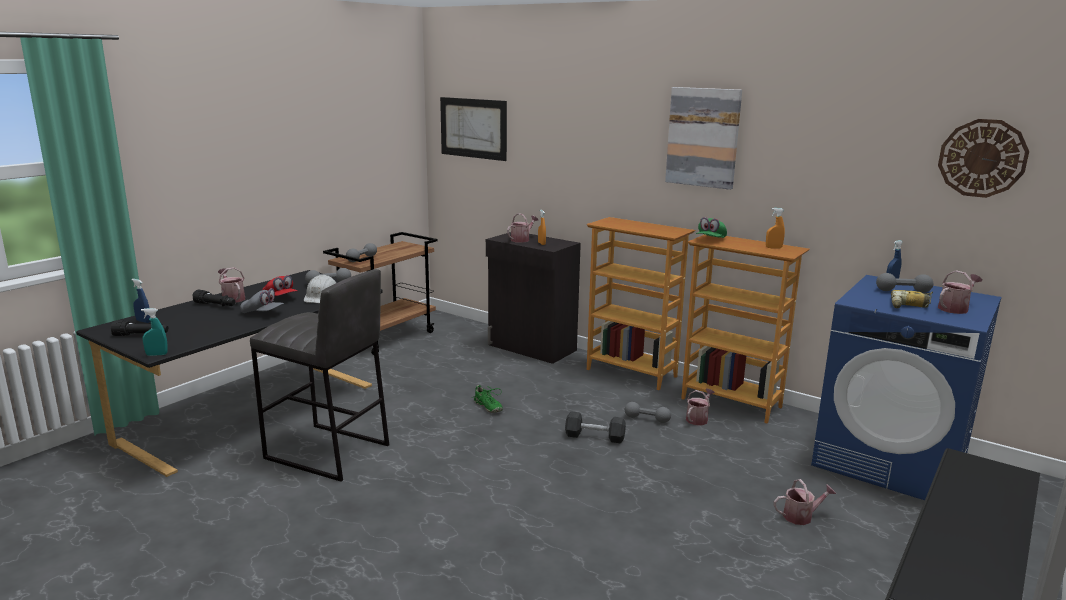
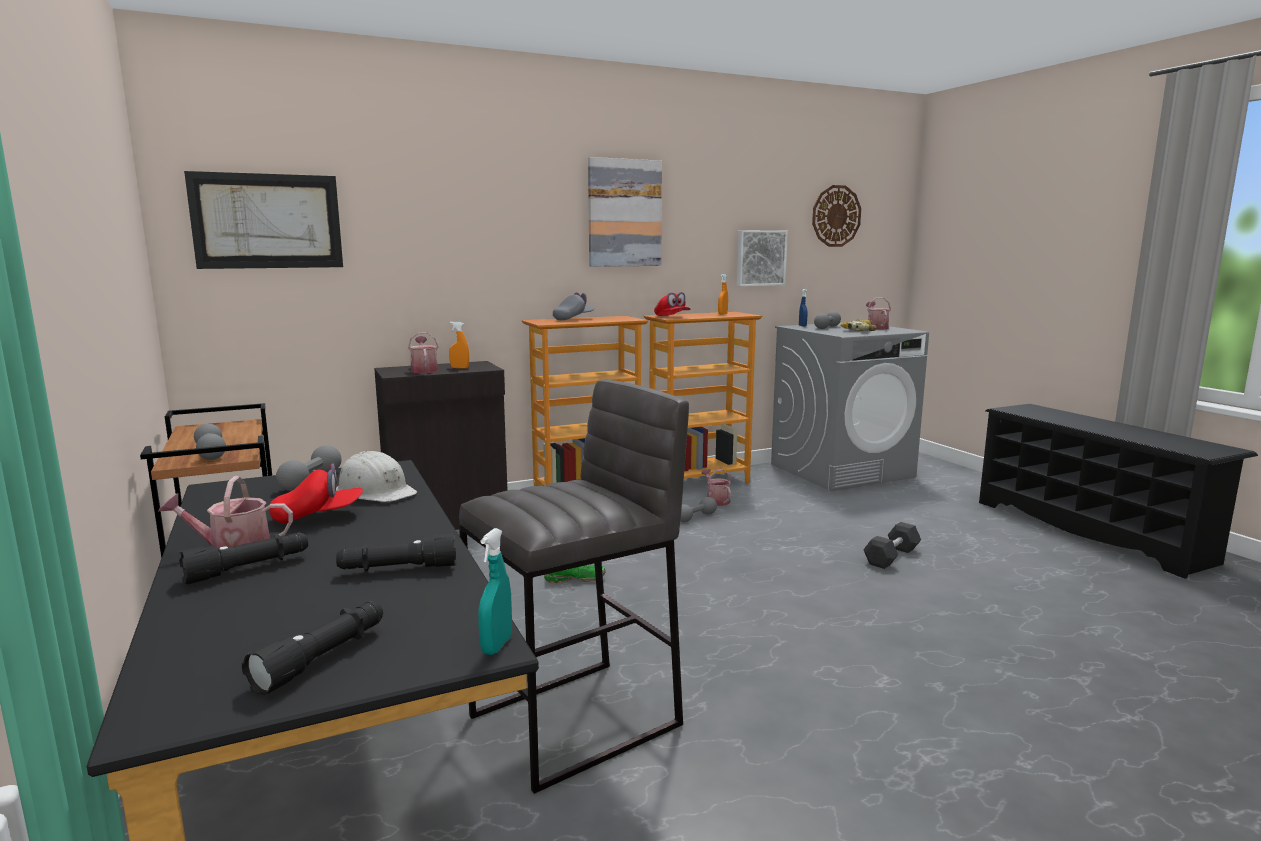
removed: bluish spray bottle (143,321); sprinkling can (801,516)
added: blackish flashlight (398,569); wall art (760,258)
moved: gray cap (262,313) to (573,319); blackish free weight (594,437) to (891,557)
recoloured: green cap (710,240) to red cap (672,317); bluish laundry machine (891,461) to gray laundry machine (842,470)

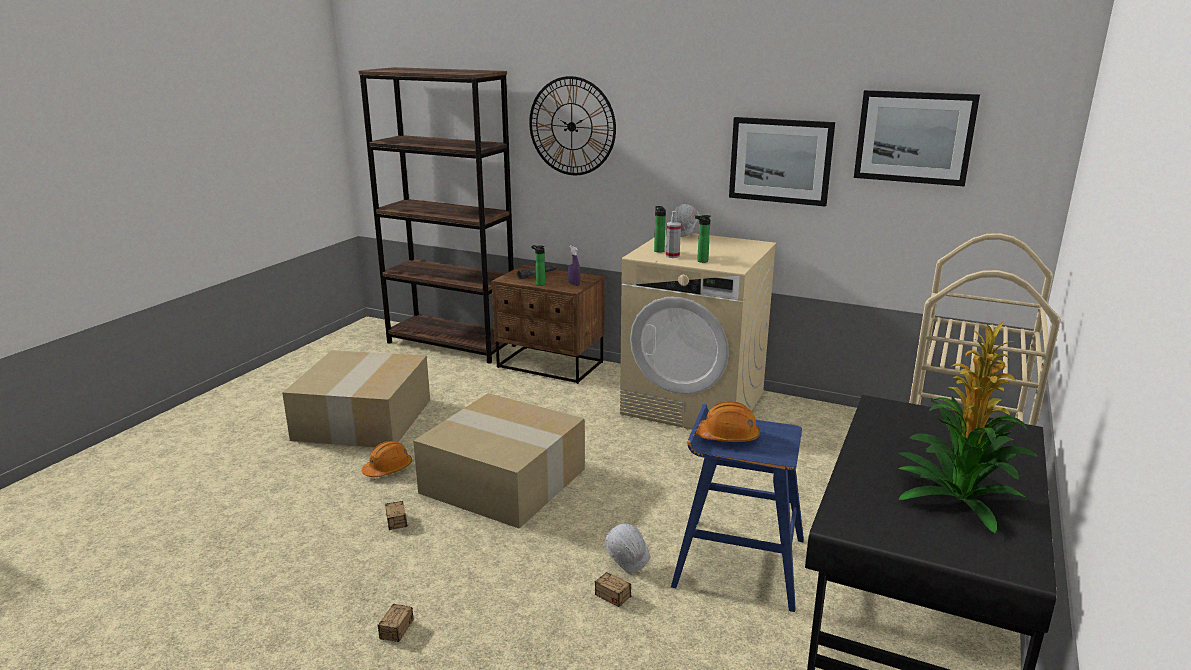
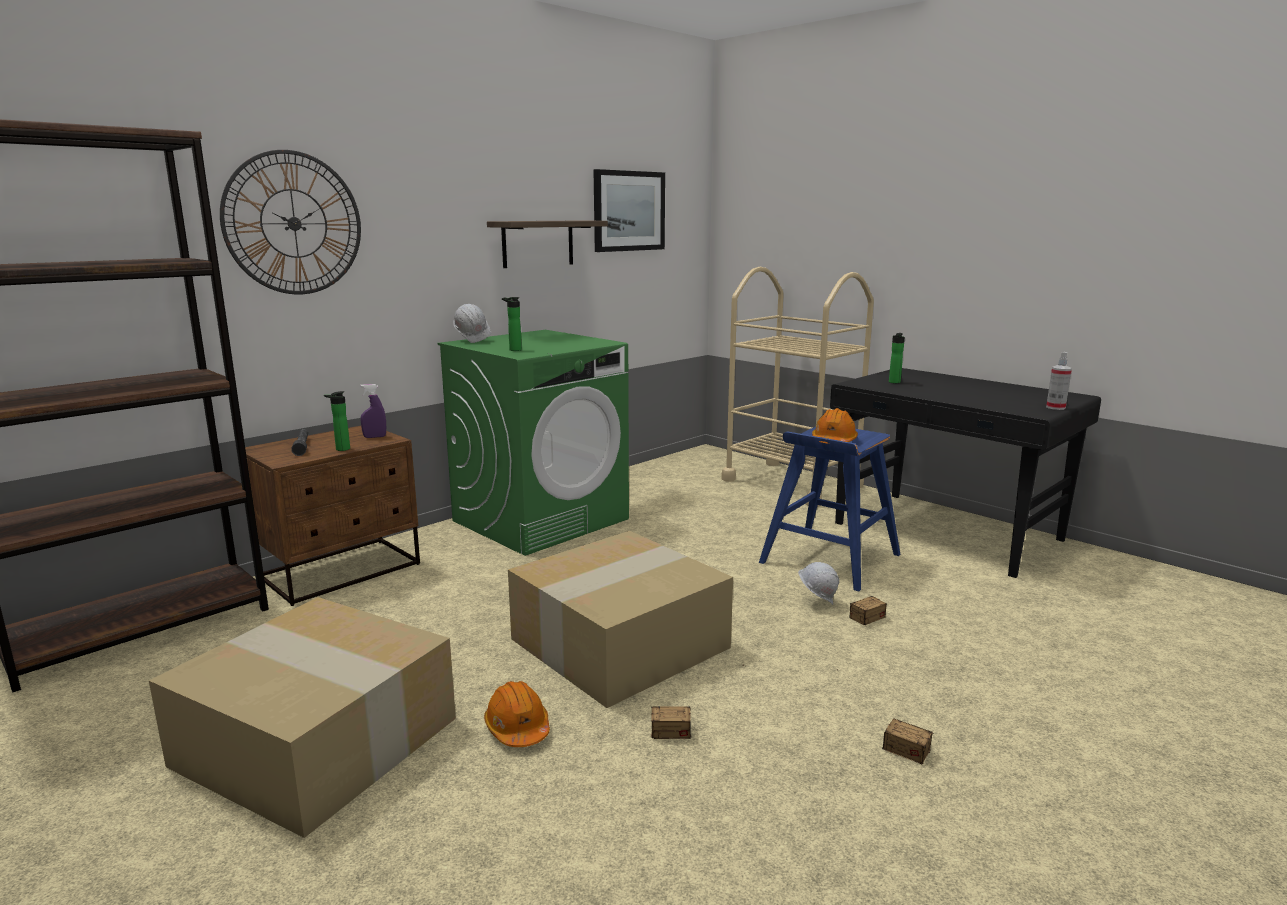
removed: potted plant (958,496)
moved: drink bottle (700,261) to (894,382); spray bottle (672,256) to (1055,407)
replaced: wall art (780,160) to shelf (538,243)
recoloured: beige laundry machine (694,403) to green laundry machine (541,519)

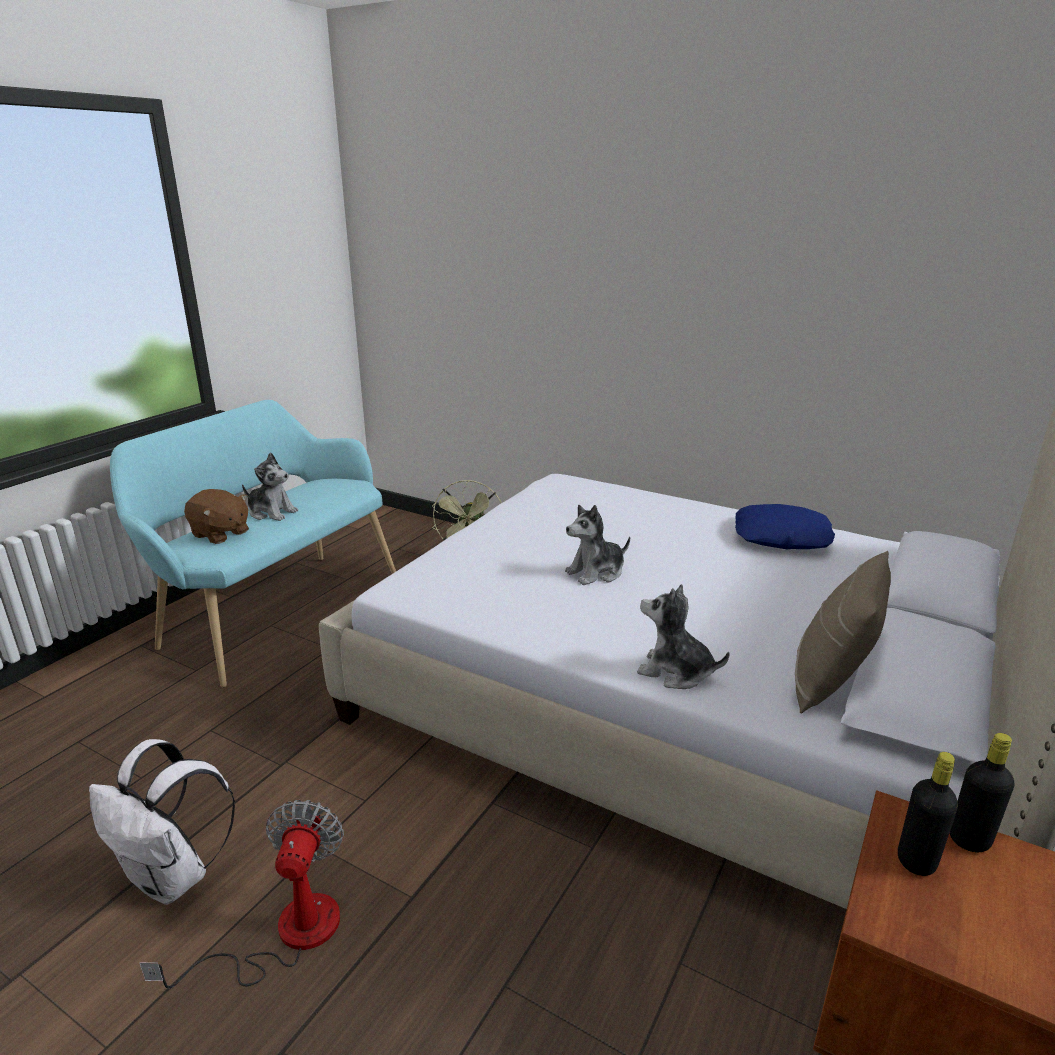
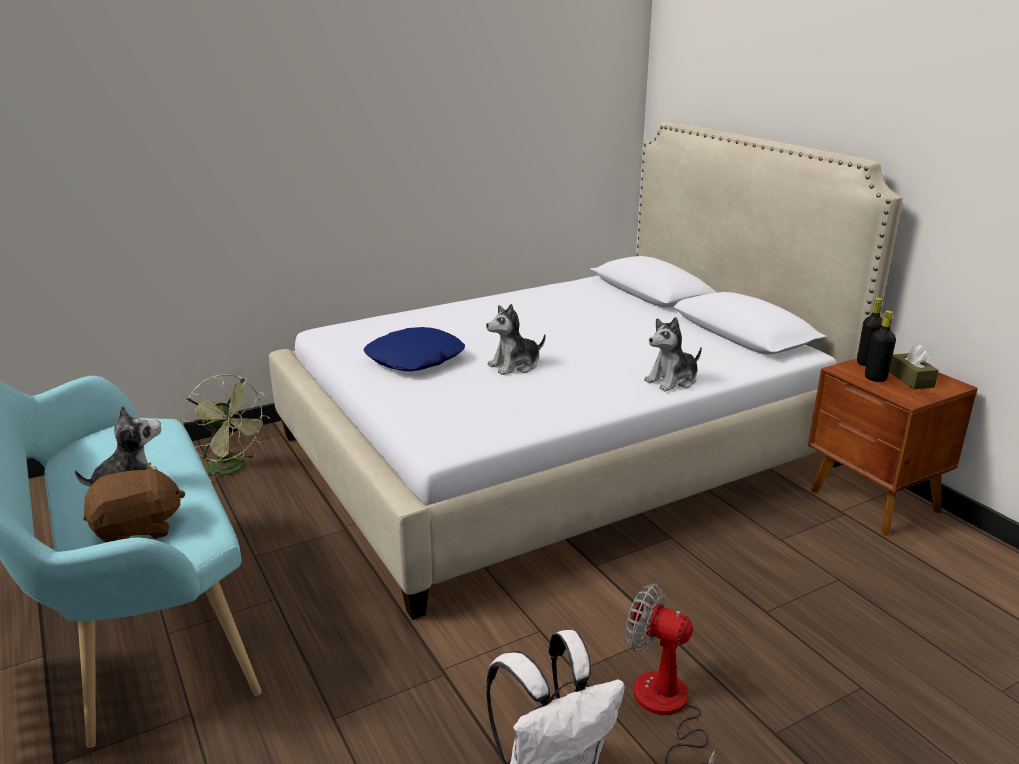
removed: beige throw pillow (830,680)
added: brown-coloured tissue holder (910,379)
moved: bluish throw pillow (781,537) to (415,359)
turned: soft toy (596,572) = (515,365) 60 degrees clockwise

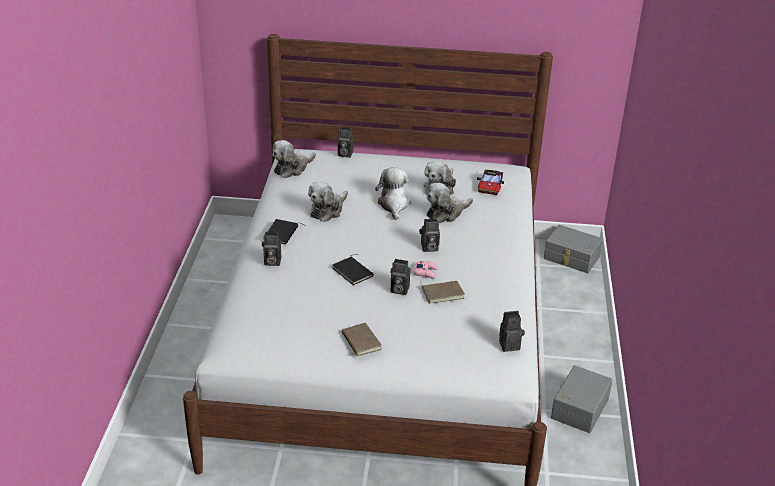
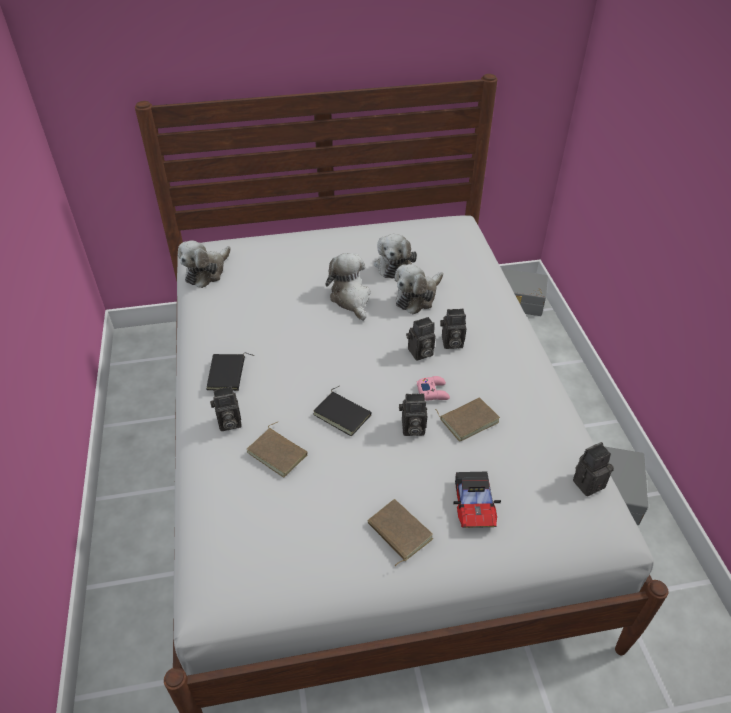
removed: soft toy (328,210)
added: brown-coloured book (278,453)
moved: still camera (344,154) to (451,343); model car (490,186) to (474,504)

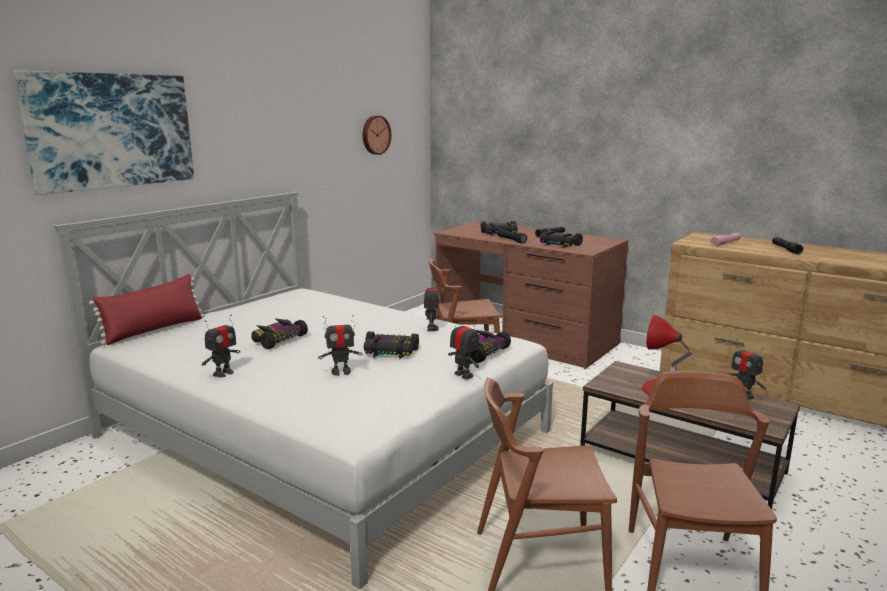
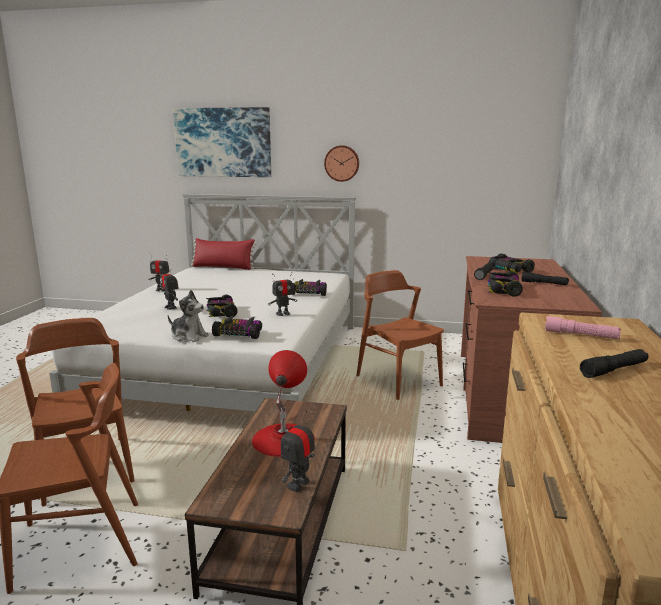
moved: model car (278,340) to (309,293); clock on the wall (375,135) to (342,163)
replaced: robot figure (463,375) to soft toy (188,336)

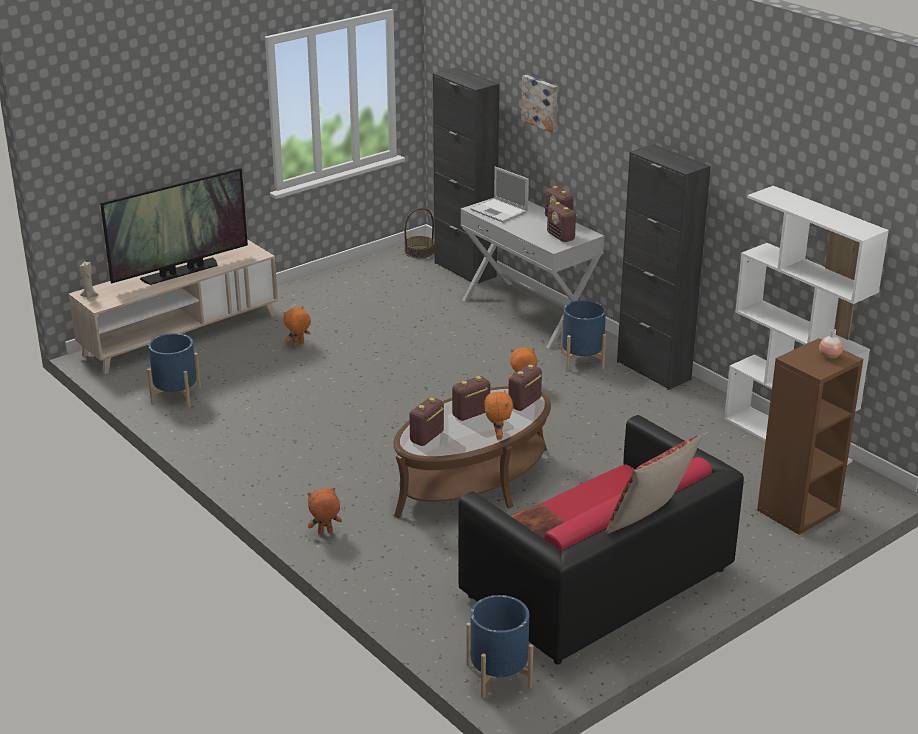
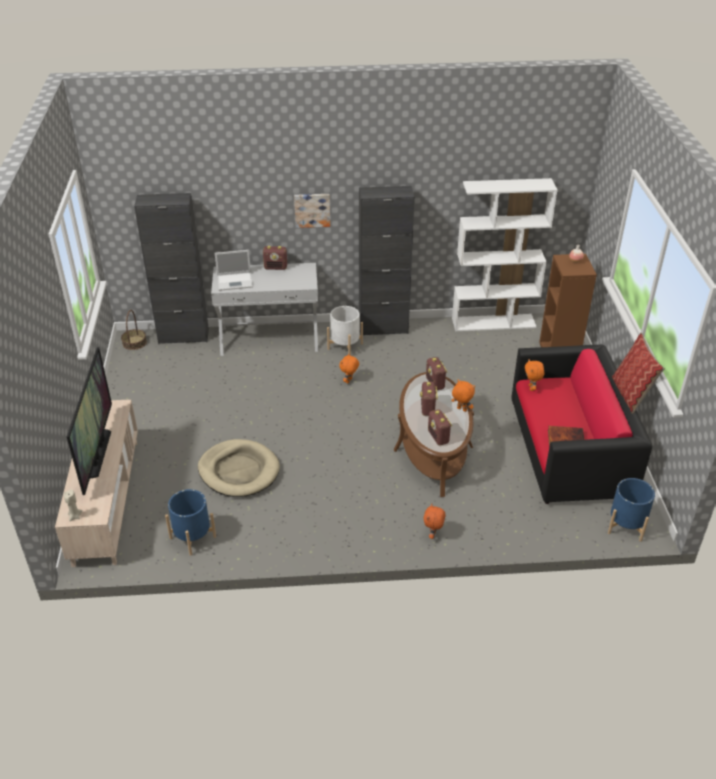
removed: radio receiver (561,237)
added: beige dog cushion (239,471)
moved: wall art (541,103) to (312,209); orangey soft toy (298,345) to (531,388)
recoloured: bluish plant pot (582,360) to white plant pot (345,346)

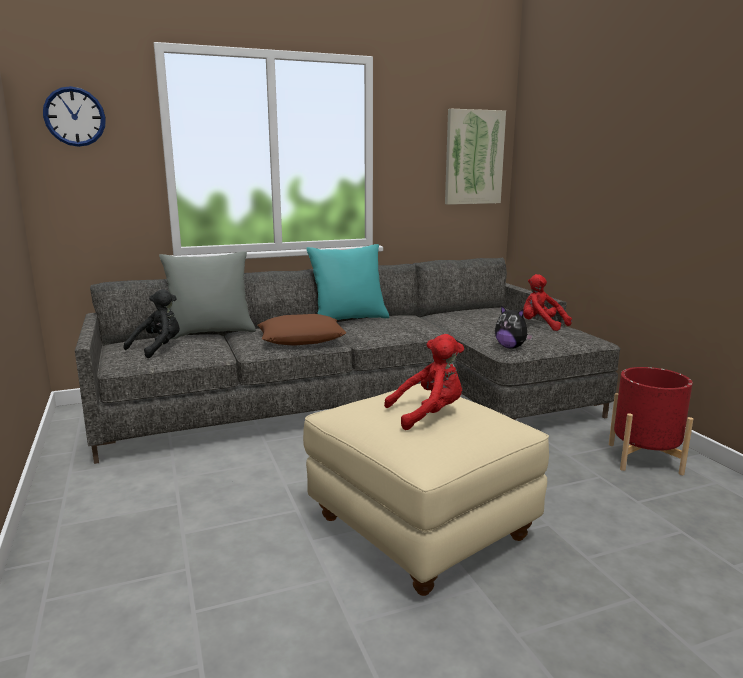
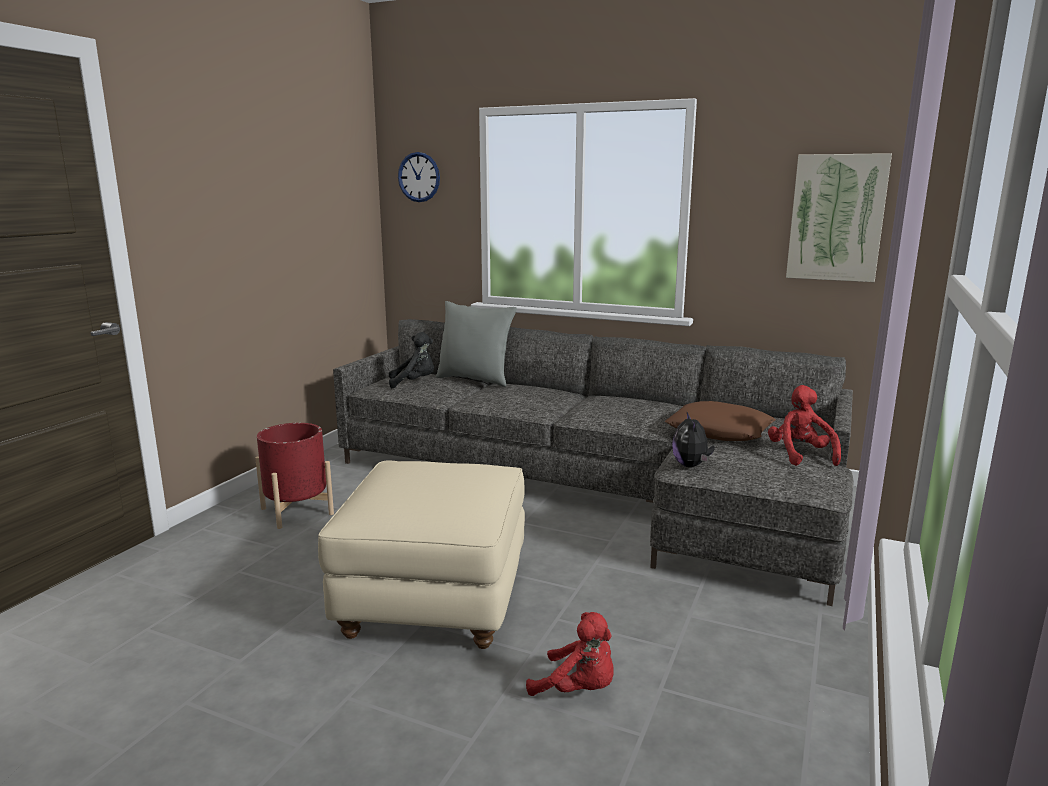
removed: blue-green throw pillow (349,320)
moved: red plant pot (644,458) to (297,511); red soft toy (429,414) to (578,689); brown-coloured throw pillow (301,338) to (719,431)

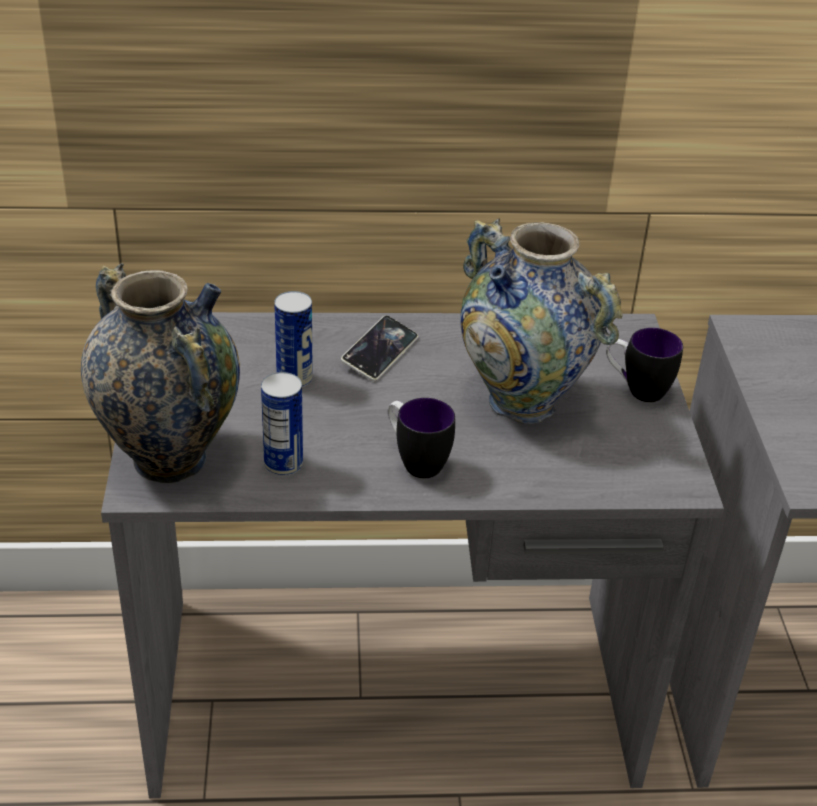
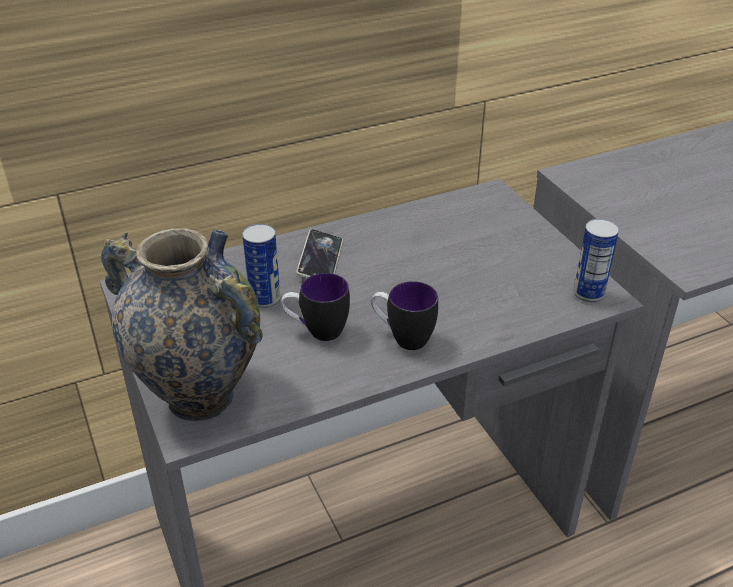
removed: flower vase (522,402)
moved: tea mug (636,390) to (316,331); sealed can (283,464) to (588,294)

